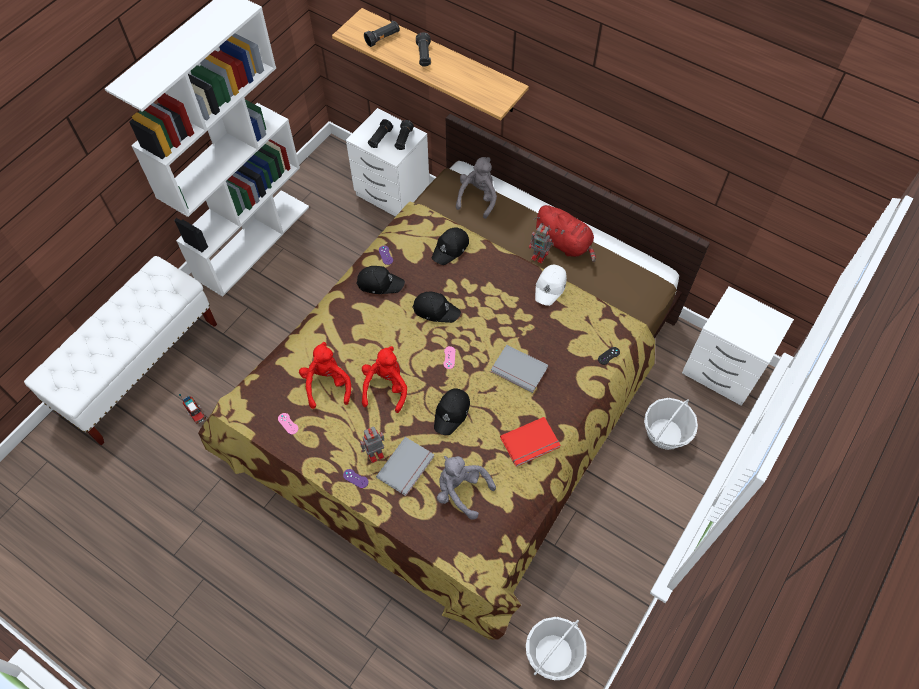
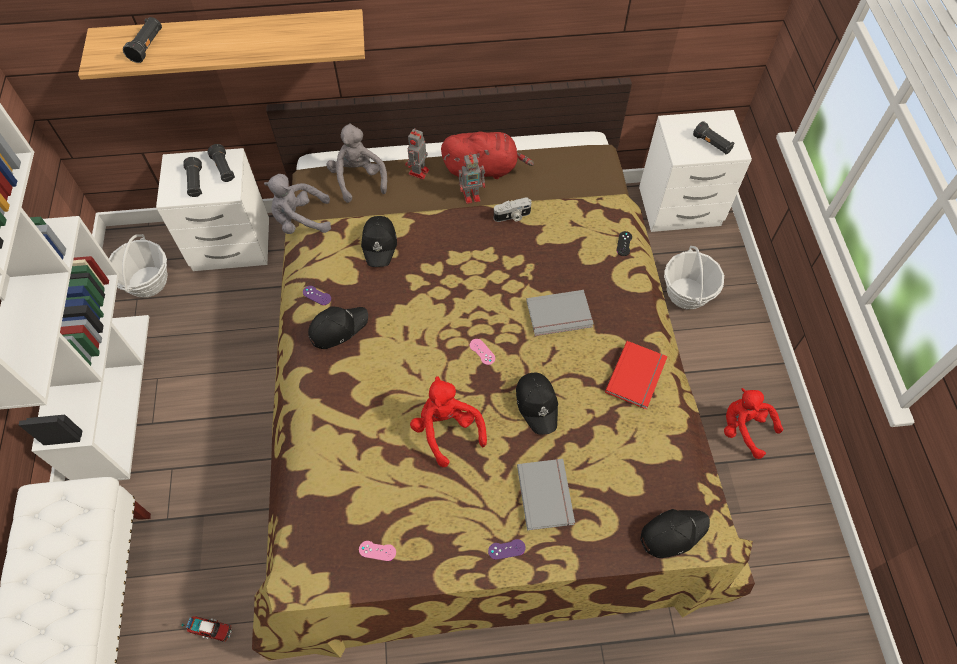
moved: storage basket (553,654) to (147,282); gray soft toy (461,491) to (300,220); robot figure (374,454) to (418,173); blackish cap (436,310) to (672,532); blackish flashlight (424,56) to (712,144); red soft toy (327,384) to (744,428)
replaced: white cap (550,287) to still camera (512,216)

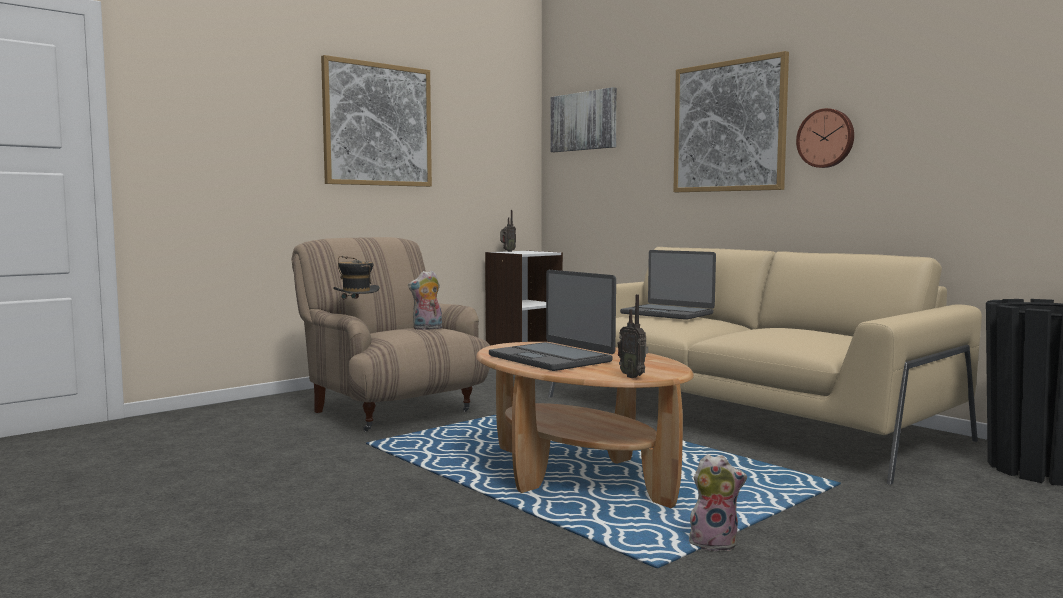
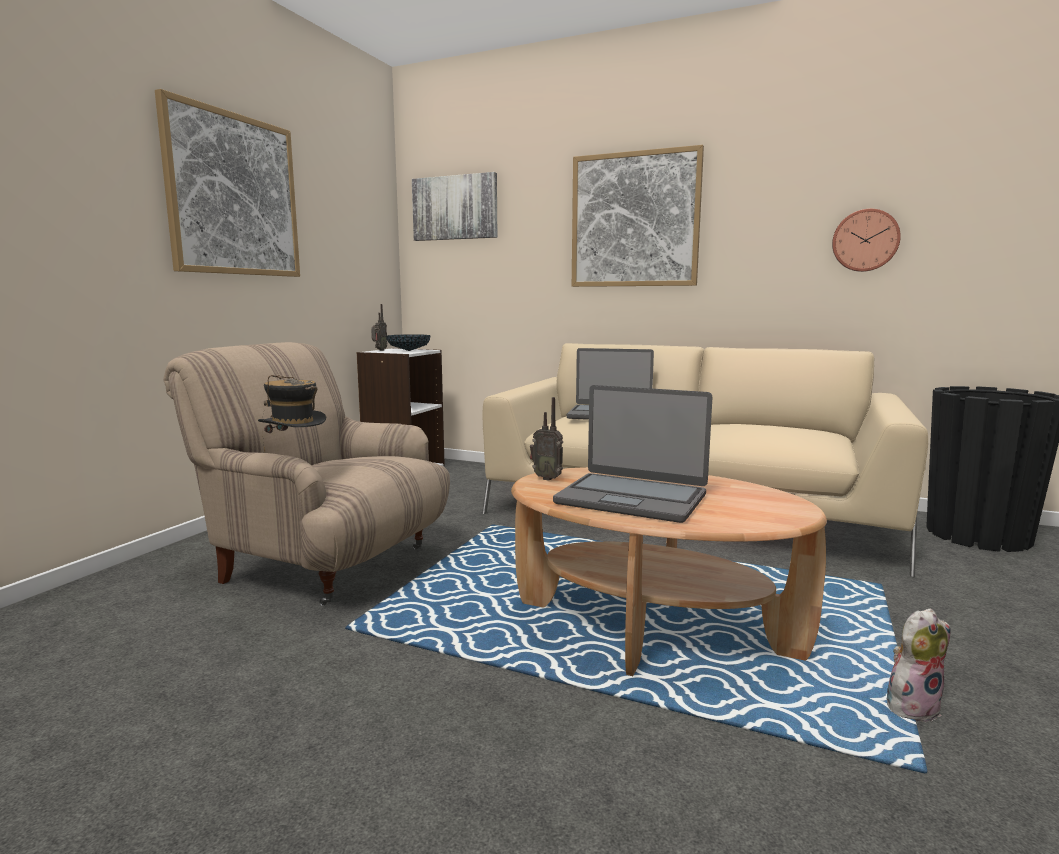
removed: soft toy (427,329)
added: serving bowl (409,351)
moved: radio receiver (633,376) to (547,478); clock on the wall (826,138) to (865,240)

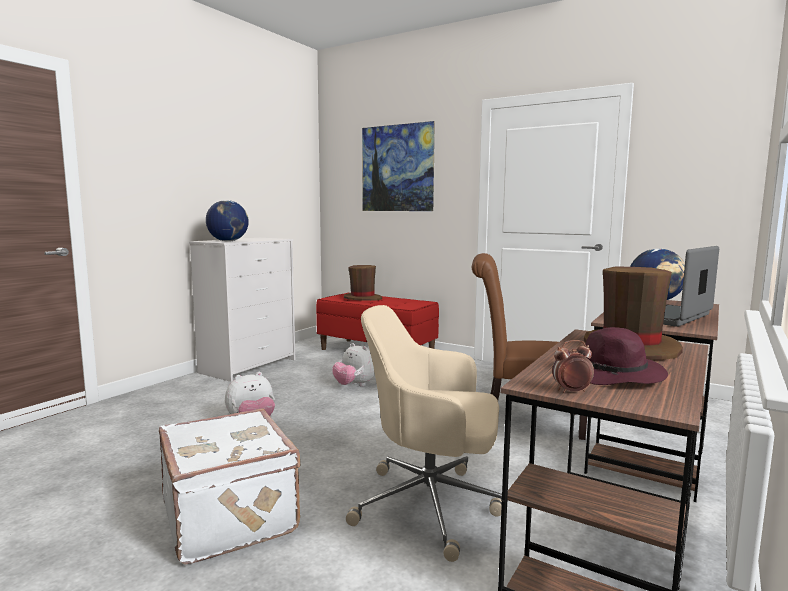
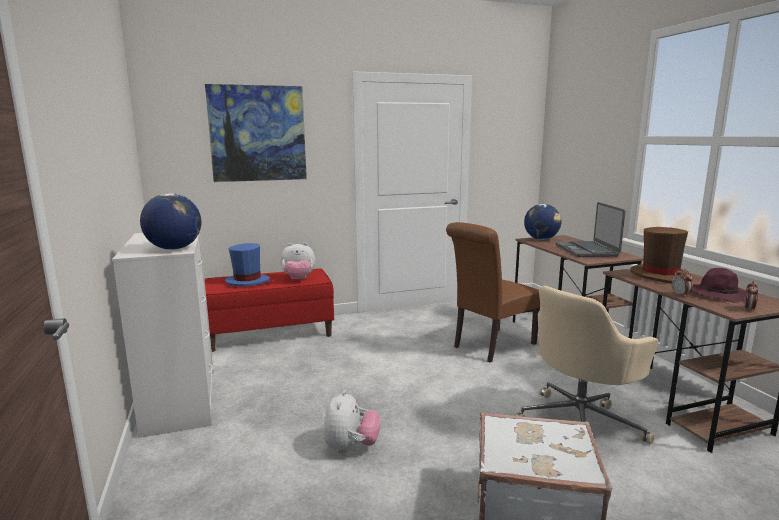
added: table clock (680,295)
moved: soft toy (354,385) to (298,279)
recoloured: brown-coloured hat (362,298) to bluish hat (247,281)

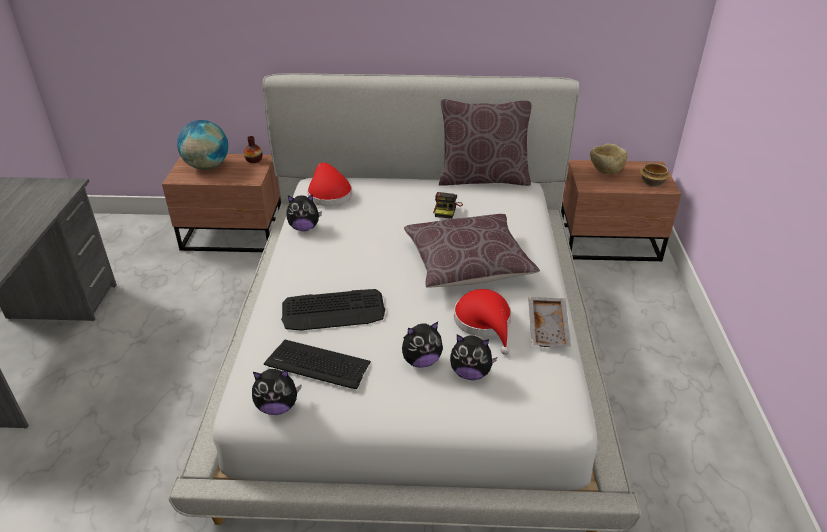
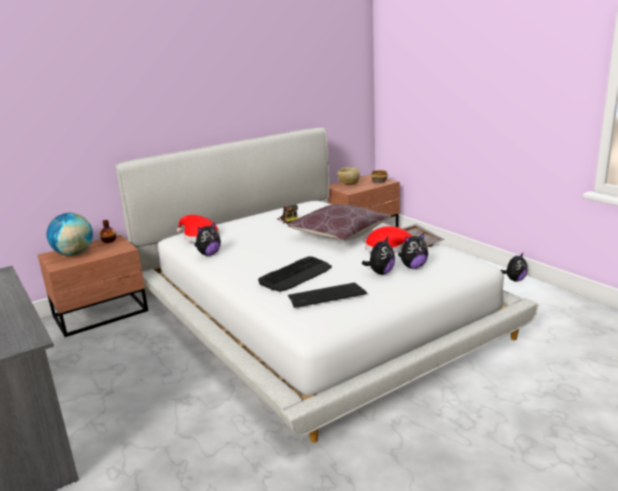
removed: brown-coloured throw pillow (483,179)
moved: soft toy (277,407) to (514,280)

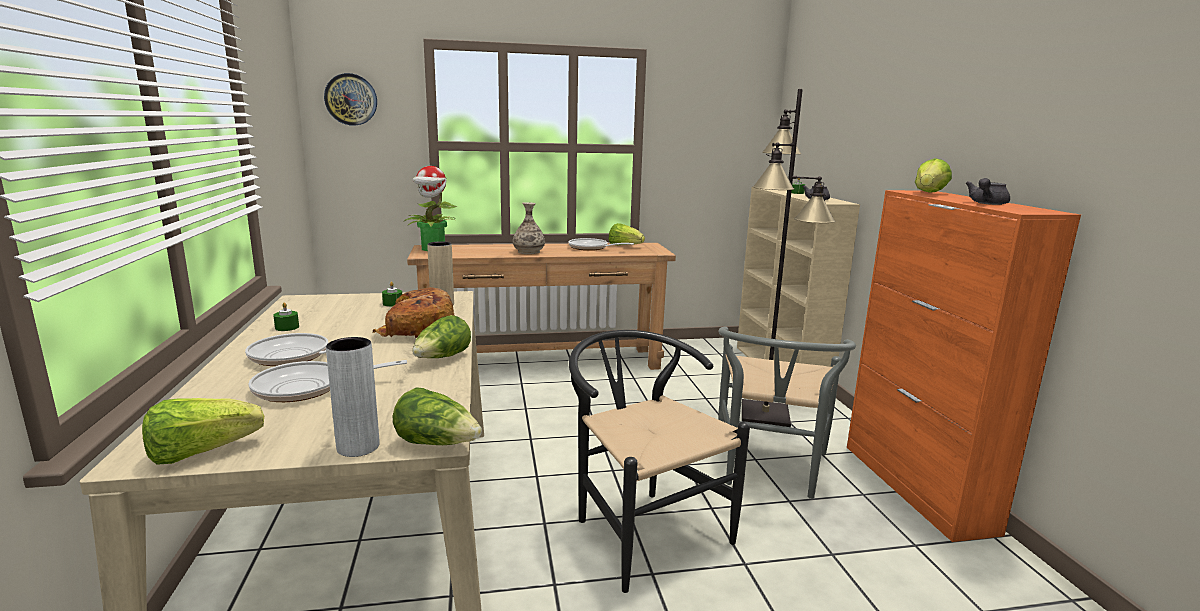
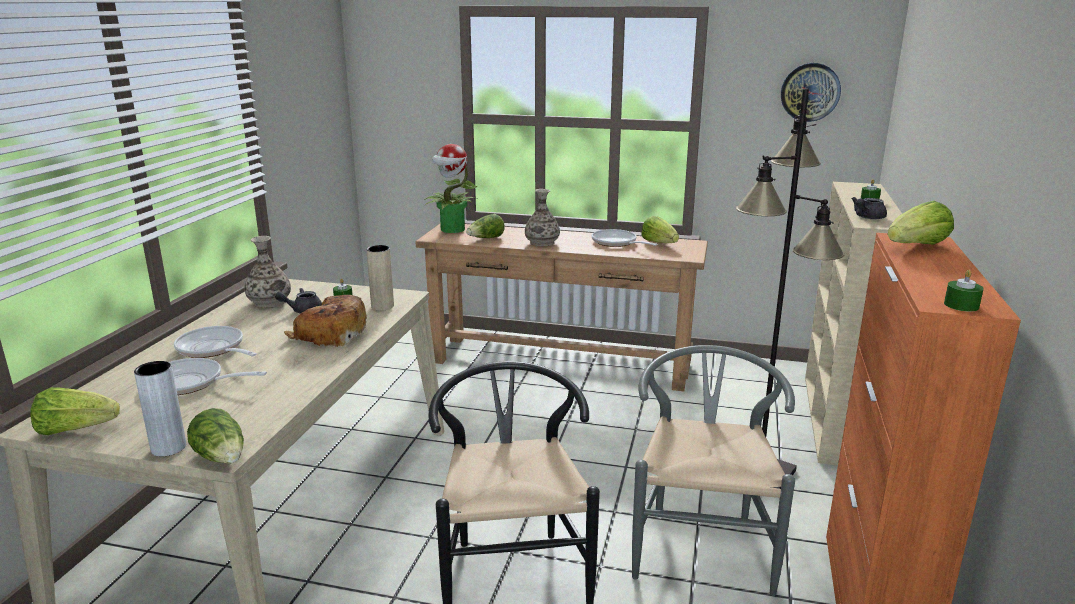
added: flower vase (269,302)
moved: gray pot for tea (986,203) to (302,310); lettuce (442,358) to (486,239); clock on the wall (351,99) to (810,92); green candle (287,327) to (961,305)
turned: gray upright chair (769,471) = (701,542) 150 degrees clockwise

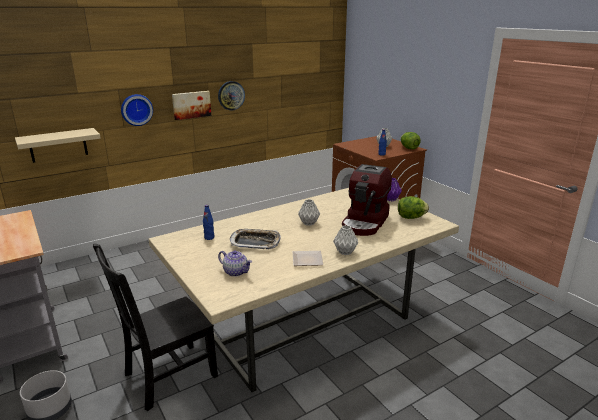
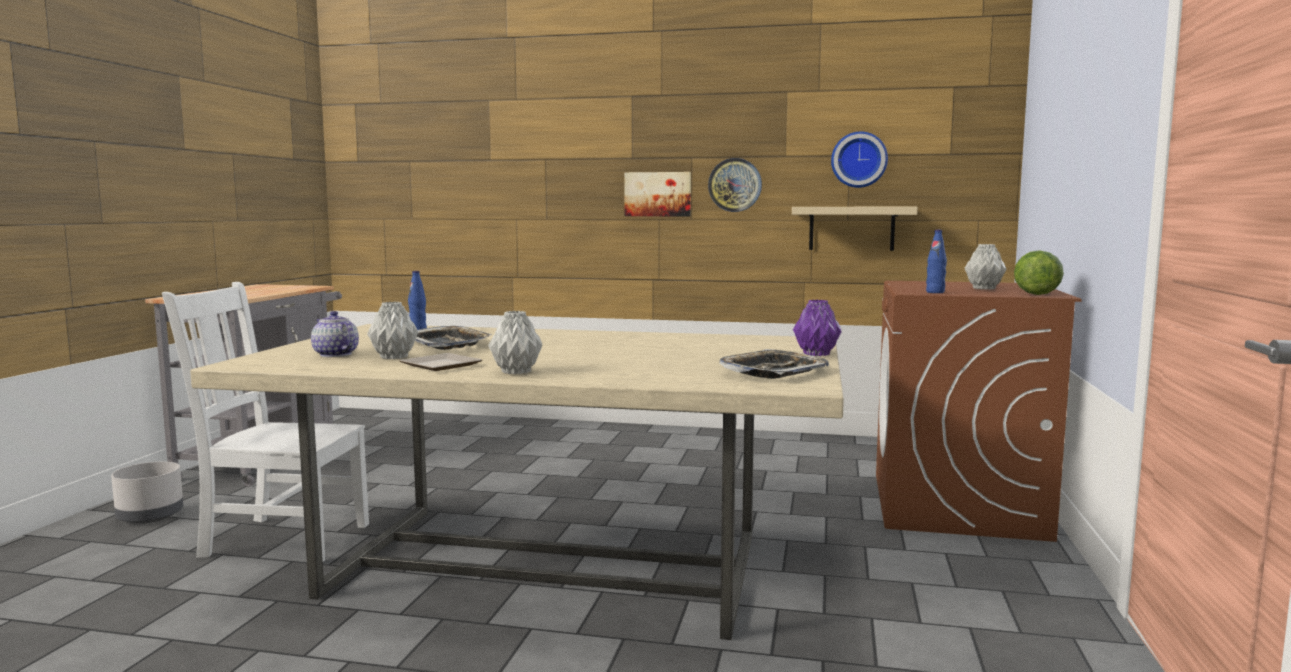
removed: coffee maker (366,222)
moved: gray flower vase (308,223) to (394,357); beige shelf (58,145) to (851,228); clock on the wall (136,109) to (859,160)
replaced: lettuce (411,217) to carrying tray (773,372)
recoloured: blackish upright chair (167,376) to white upright chair (281,539)
turned: pot for tea (236,272) = (335,354) 150 degrees clockwise

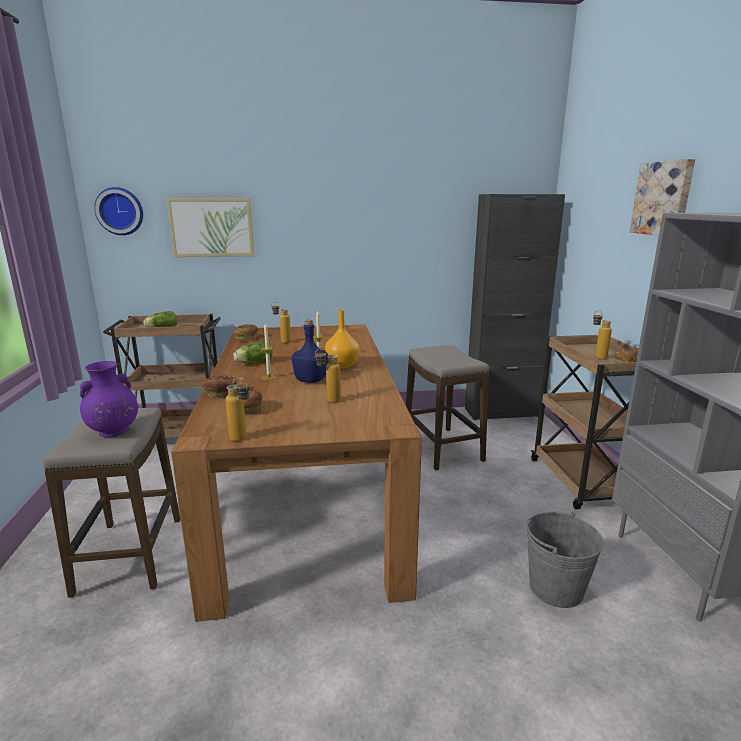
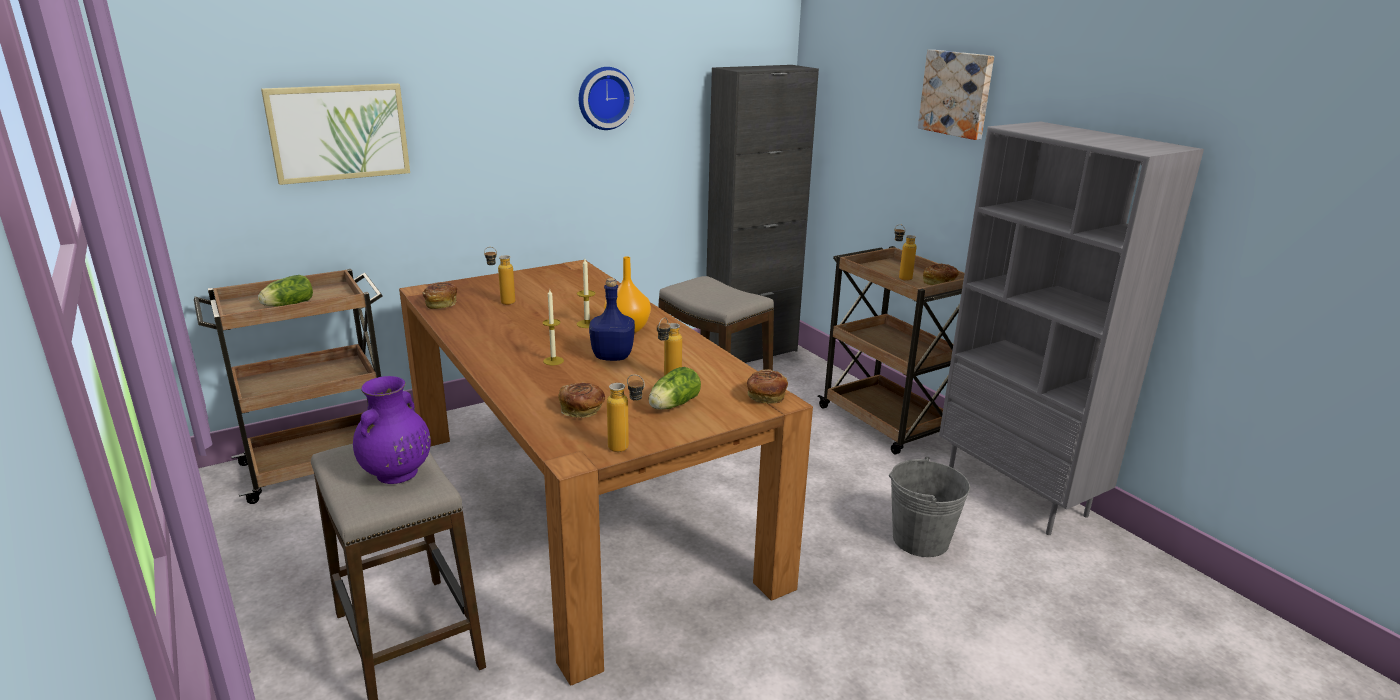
moved: clock on the wall (120,211) to (604,98); lettuce (253,363) to (672,405); bread (220,394) to (765,397)

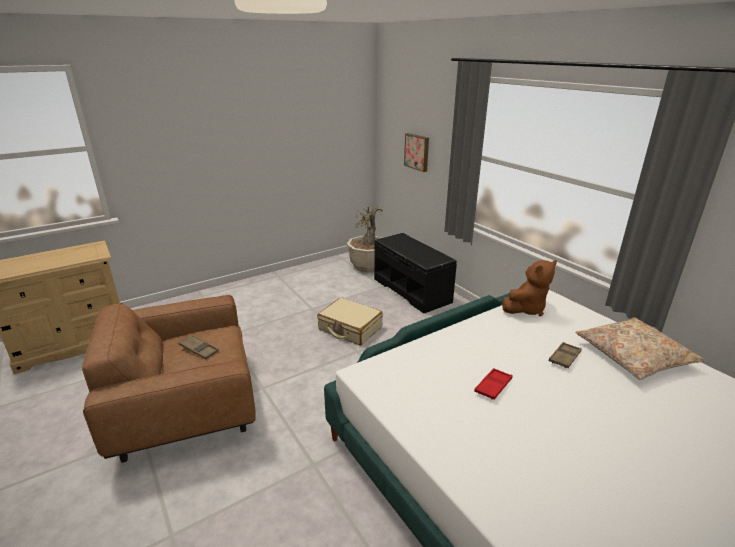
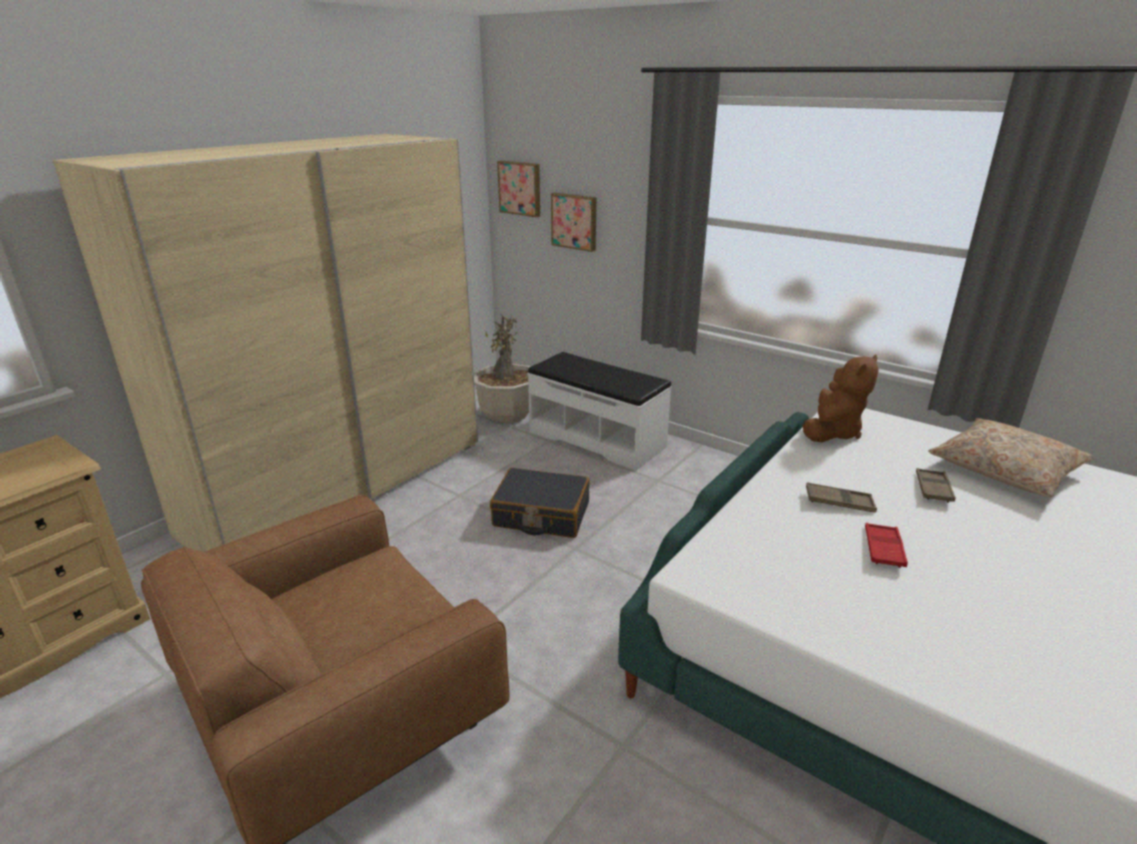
added: beige clothes cupboard (341,485); wall art (520,188)
moved: brown-coloured carrying tray (199,349) to (839,502)
recoloured: beige piece of luggage (350,328) to blackish piece of luggage (541,515); blackish indoor bench (412,290) to white indoor bench (597,439)

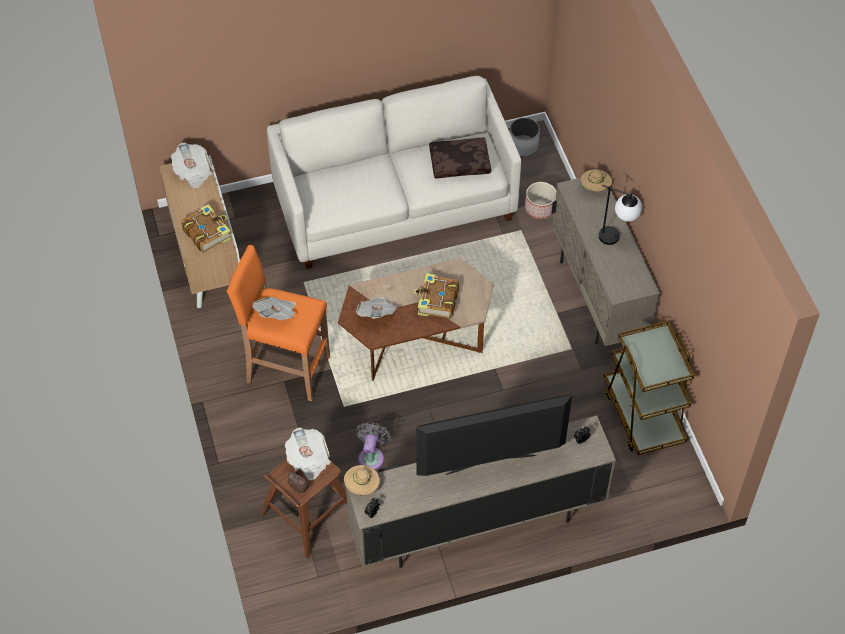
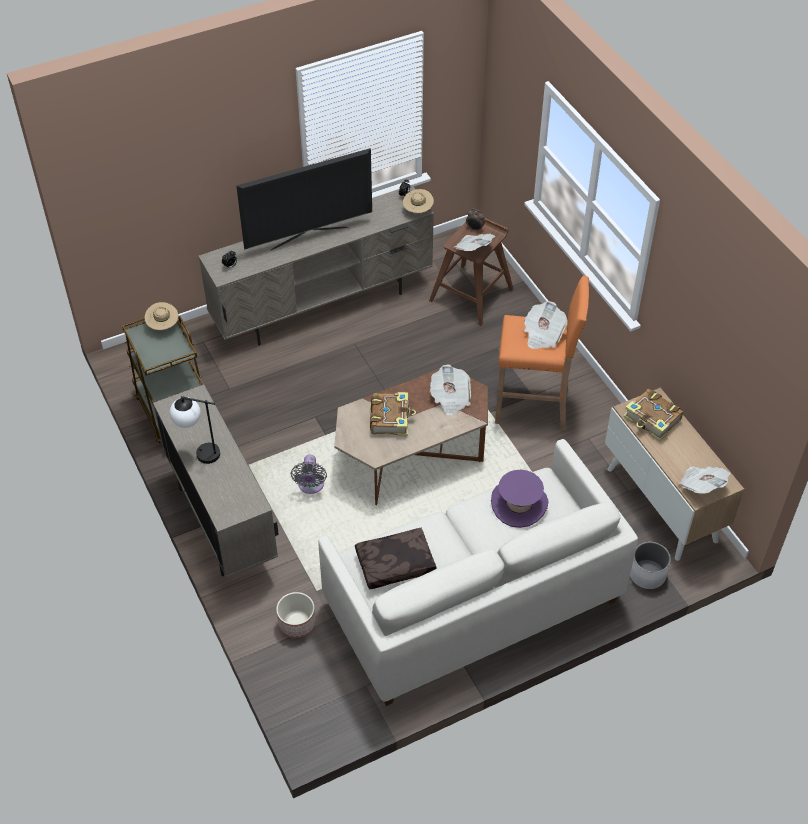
added: purple hat (519,504)
moved: beige hat (595,188) to (163,325); gray cooling fan (372,456) to (310,486); white plant pot (523,145) to (647,575)

